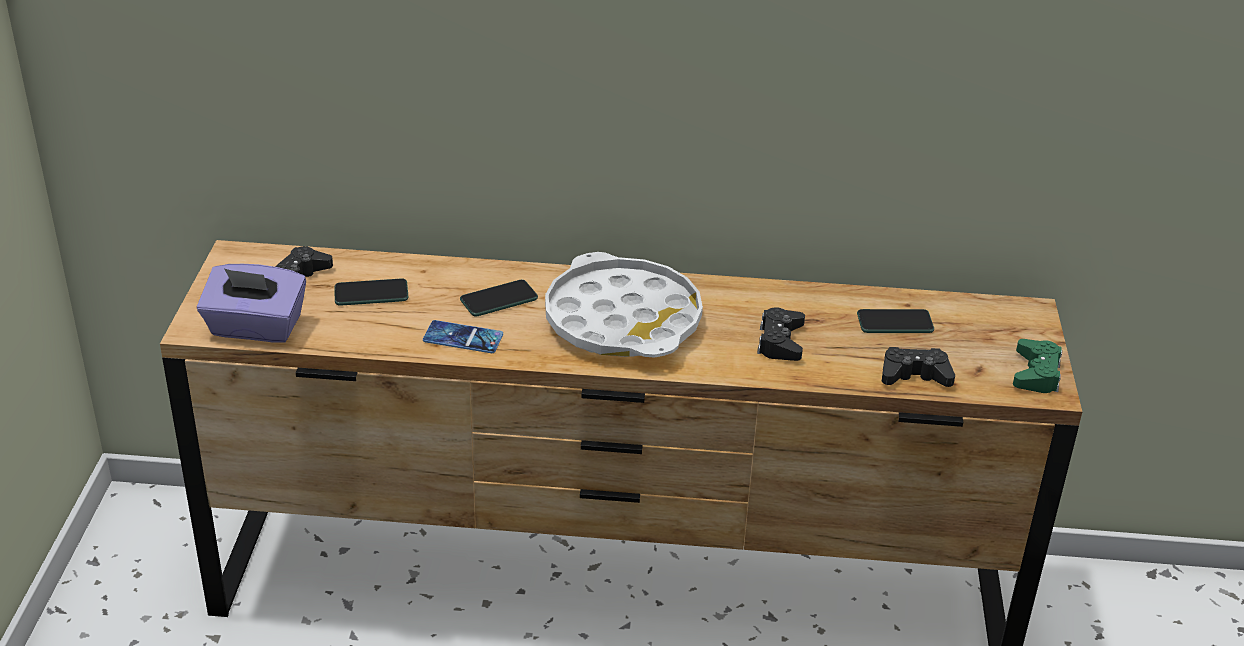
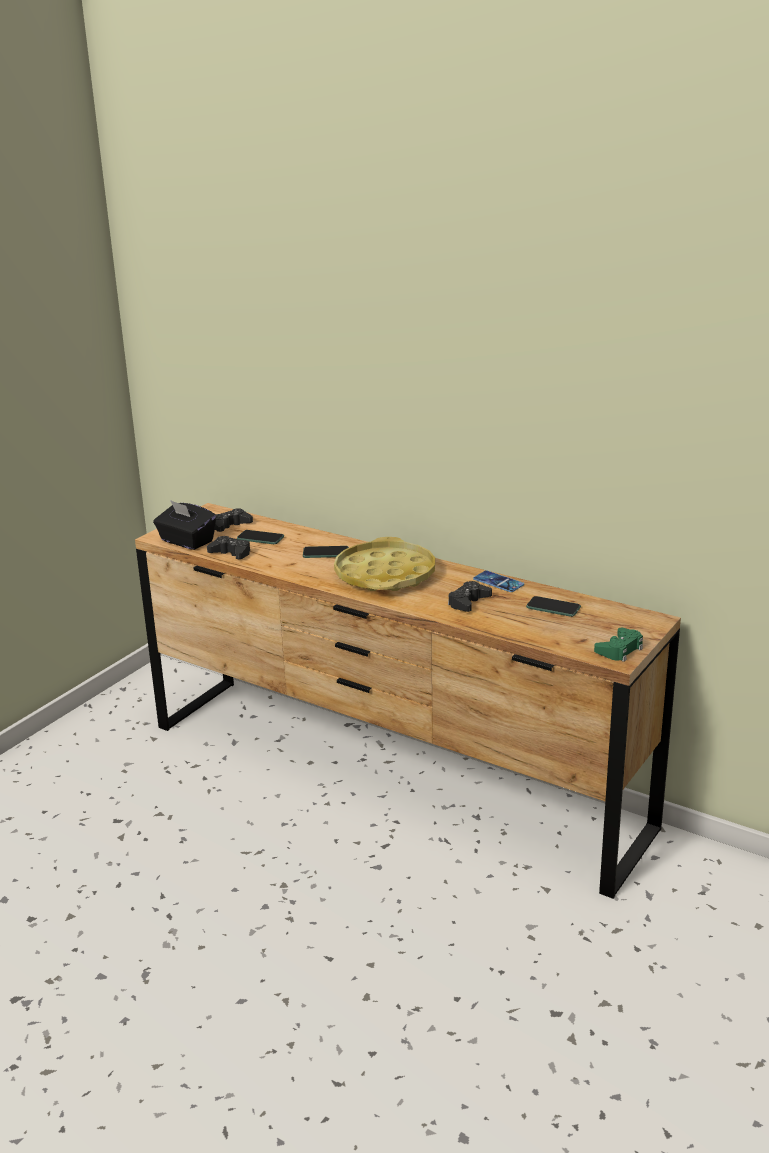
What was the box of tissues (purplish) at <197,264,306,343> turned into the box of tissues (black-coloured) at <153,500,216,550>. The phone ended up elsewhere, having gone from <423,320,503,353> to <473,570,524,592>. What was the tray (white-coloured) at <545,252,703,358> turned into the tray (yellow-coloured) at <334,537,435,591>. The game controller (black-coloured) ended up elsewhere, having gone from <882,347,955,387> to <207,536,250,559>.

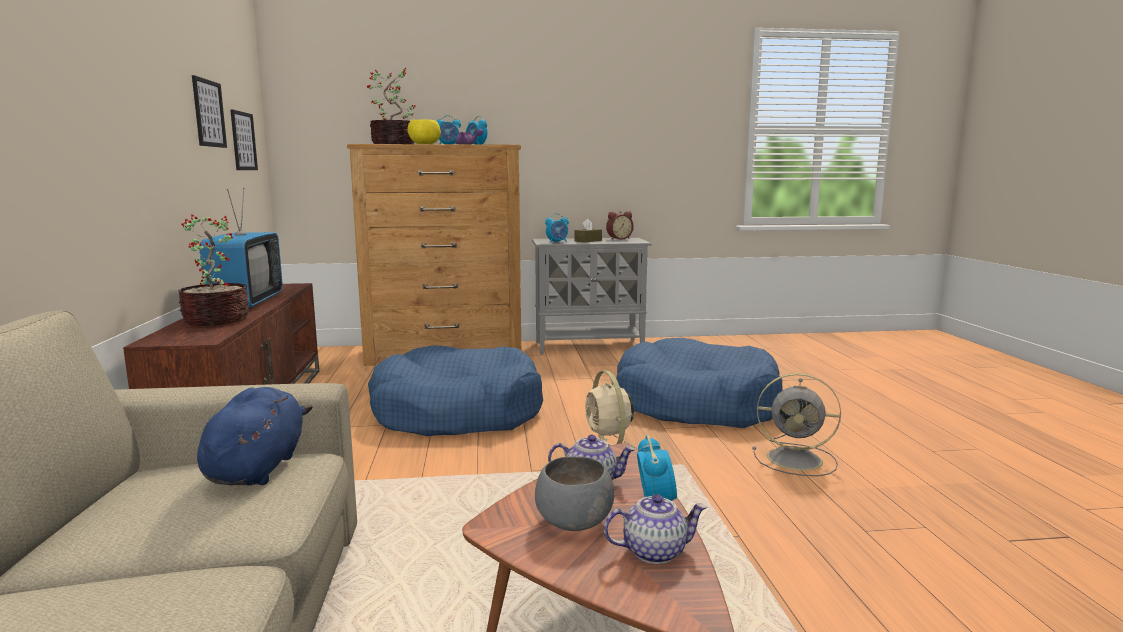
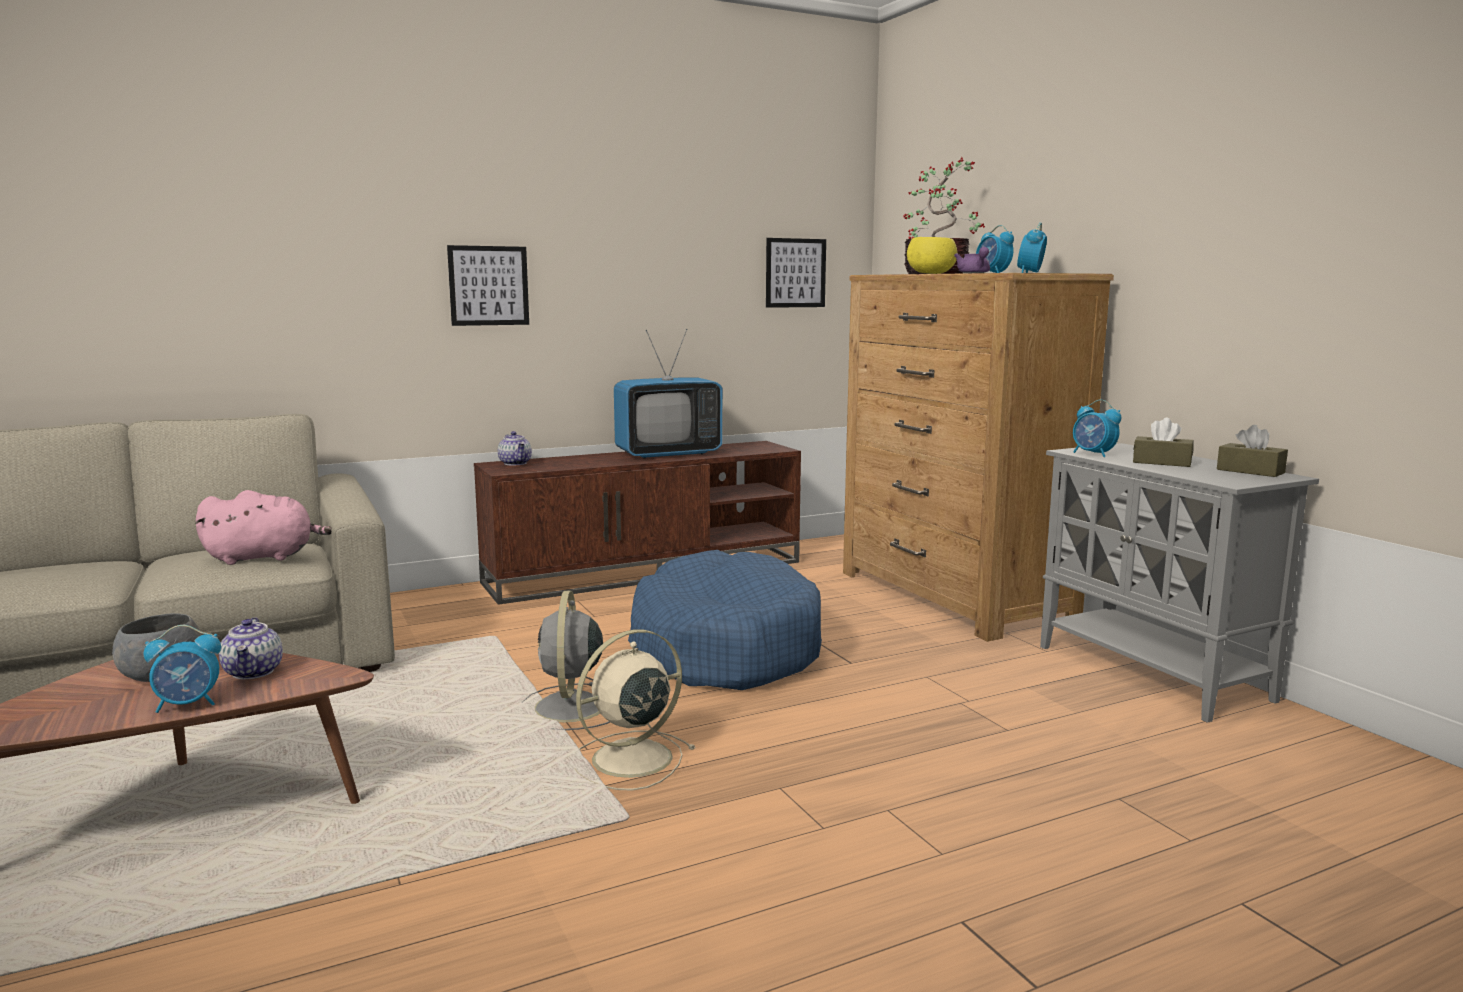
The second view lost the potted plant at <178,214,249,326>. The wall picture ended up elsewhere, having gone from <192,75,227,148> to <447,245,529,326>. What was the cuddly toy (blue-coloured) at <197,387,312,486> turned into the cuddly toy (pink) at <195,490,332,565>. The teapot ended up elsewhere, having gone from <604,494,707,564> to <498,431,532,466>. Where the alarm clock stood at <606,211,634,240>, the box of tissues (brownish) came to stand at <1217,425,1288,477>. The second view lost the dog bed (blue-coloured) at <616,338,783,428>. The cooling fan (greyish) ended up elsewhere, having gone from <753,373,841,476> to <521,591,610,730>.

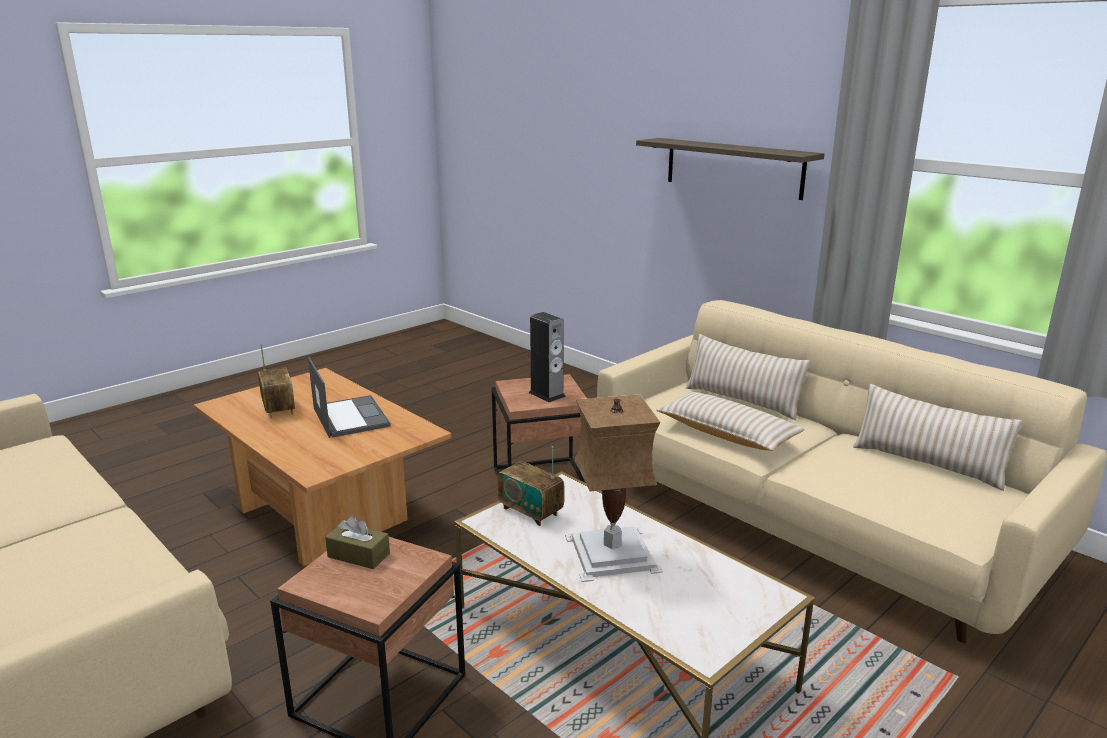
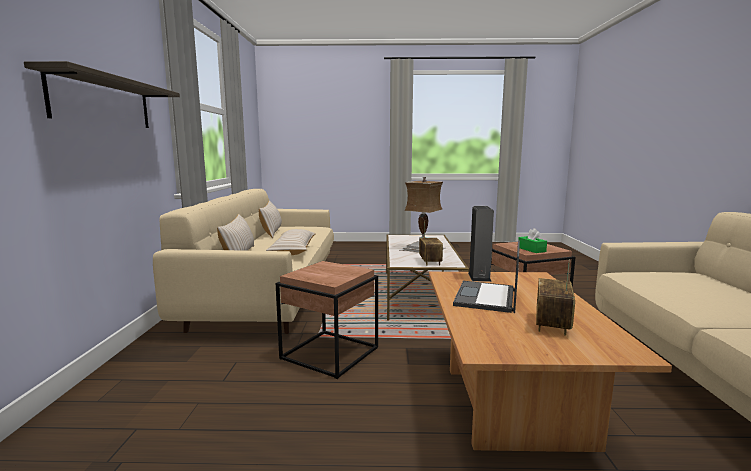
What was the box of tissues (brownish) at <325,516,390,569> turned into the box of tissues (green) at <518,228,547,253>. The audio speaker ended up elsewhere, having gone from <529,312,566,402> to <468,206,494,282>.

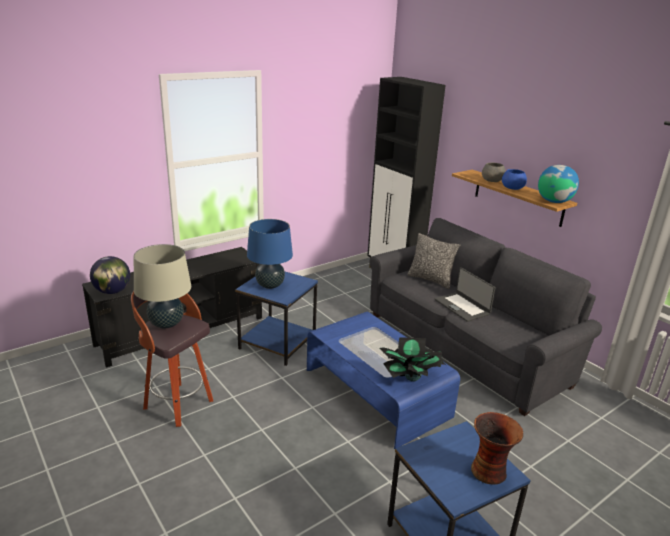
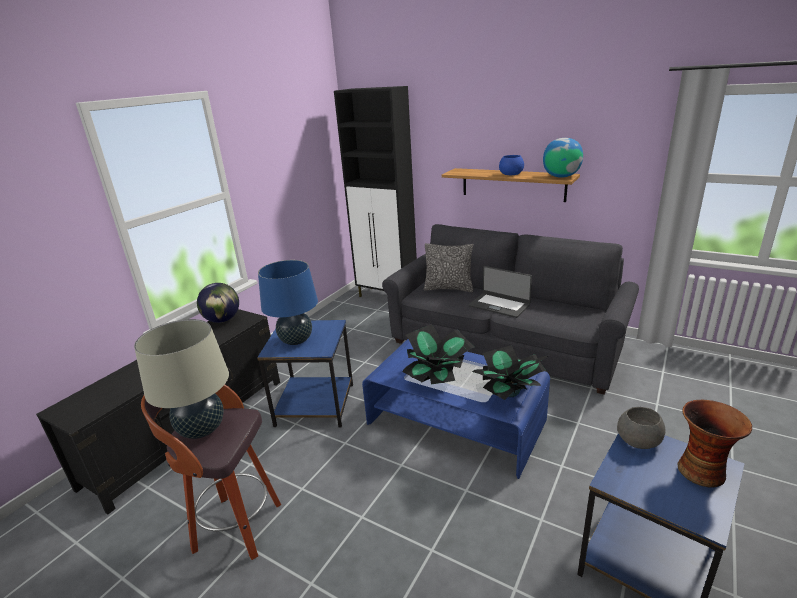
The globe ended up elsewhere, having gone from <90,256,130,294> to <197,283,239,323>. The deep dish (greyish) ended up elsewhere, having gone from <482,162,506,182> to <617,407,665,449>. The second view gained the potted plant at <402,324,474,385>.

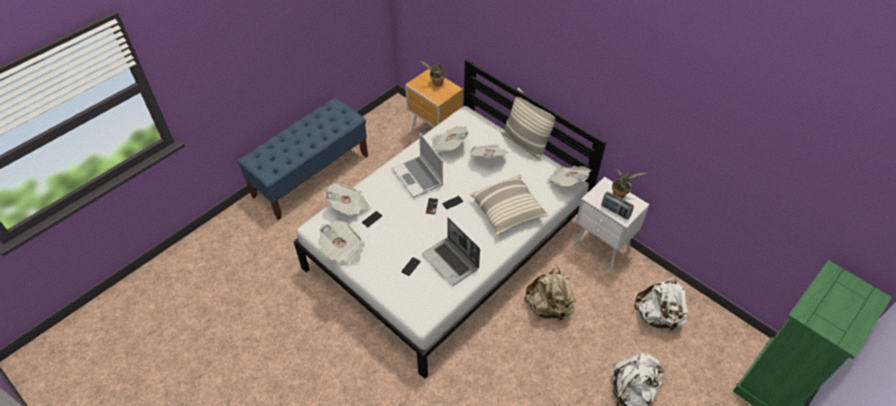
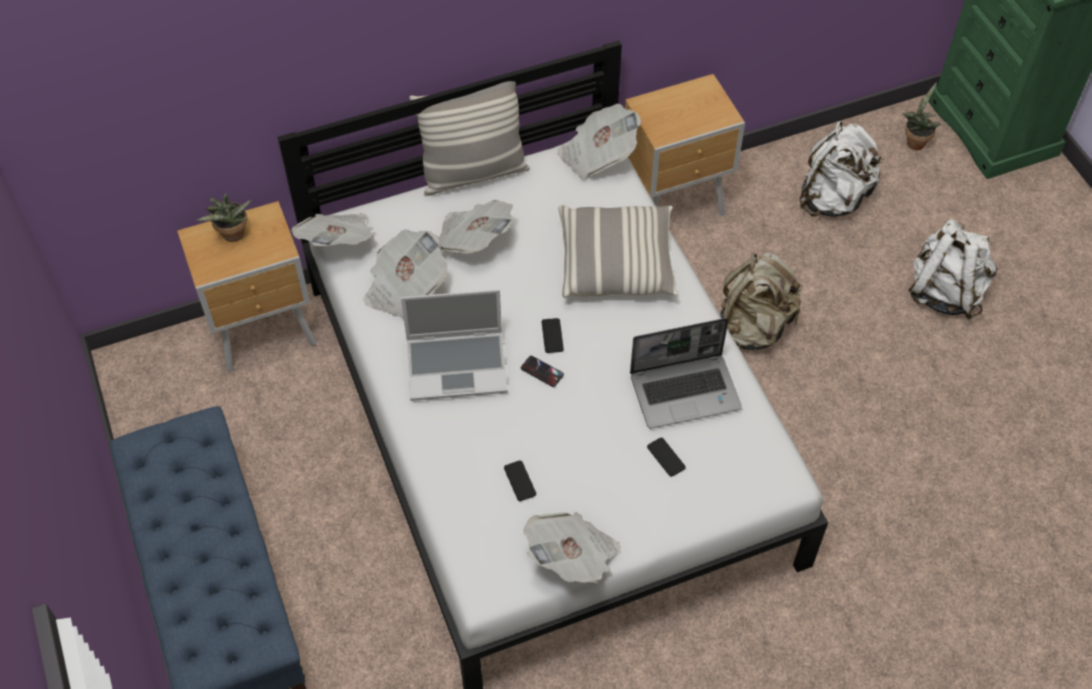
The newspaper ended up elsewhere, having gone from <324,183,371,216> to <292,213,374,246>. What was the bedside table (white-coloured) at <573,177,650,271> turned into the bedside table (brownish) at <625,74,745,216>. The second view lost the radio receiver at <601,192,634,220>. The potted plant ended up elsewhere, having gone from <612,168,646,199> to <902,82,941,150>.

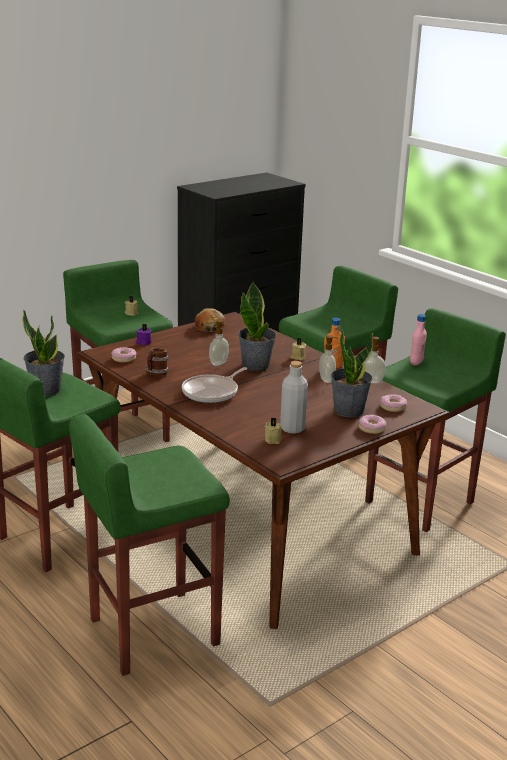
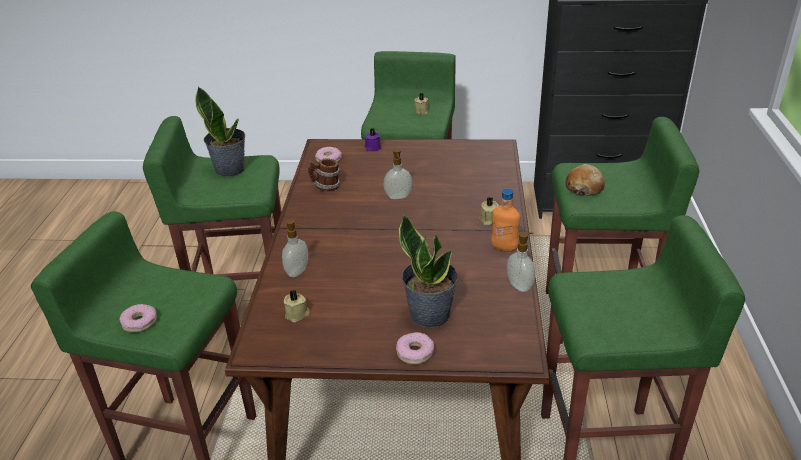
The second view lost the pan at <182,367,247,403>. The bread ended up elsewhere, having gone from <195,308,225,332> to <566,164,605,196>. The second view lost the potted plant at <238,282,276,371>. The second view lost the bottle (greyish) at <280,361,308,434>. The soap bottle ended up elsewhere, having gone from <319,335,337,383> to <282,219,308,277>. The ring doughnut ended up elsewhere, having gone from <380,394,407,412> to <119,304,157,333>. The second view lost the bottle (pink) at <410,314,427,365>.

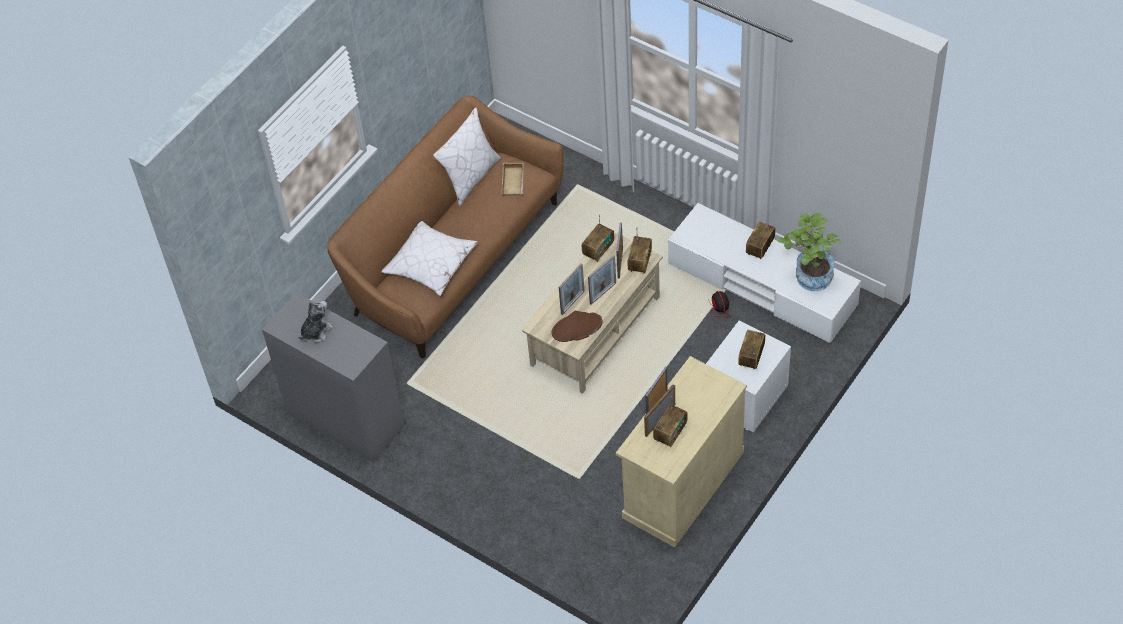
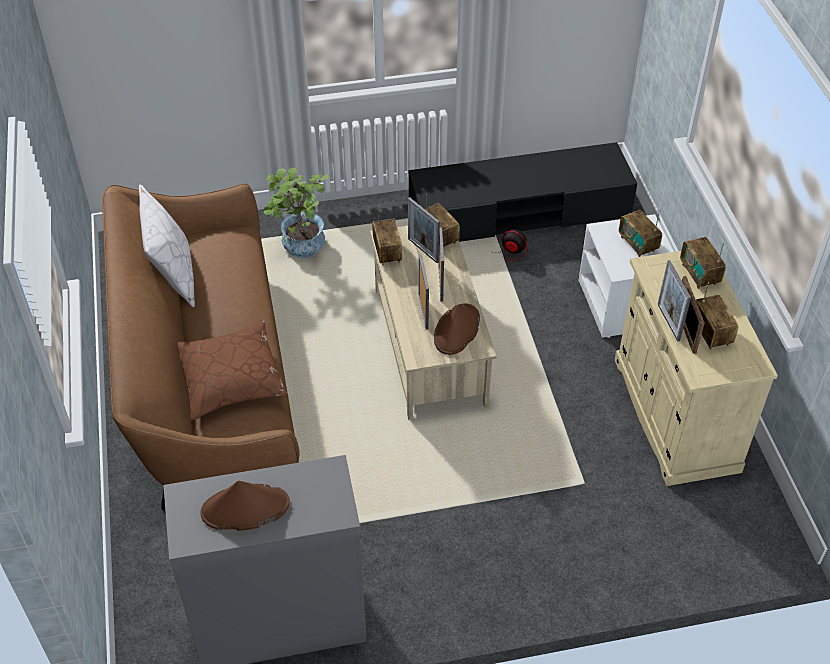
Where the cuddly toy stood at <298,301,333,343>, the clothing hat (brownish) came to stand at <200,481,290,531>. What was the pillow (white-coloured) at <381,221,478,296> turned into the pillow (brownish) at <178,320,288,420>. The second view lost the tray (beige-coloured) at <501,163,524,196>. What was the media console (white-coloured) at <668,203,861,343> turned into the media console (black-coloured) at <409,142,637,242>. The radio receiver ended up elsewhere, having gone from <746,221,775,260> to <680,237,726,289>. The potted plant ended up elsewhere, having gone from <777,213,841,291> to <264,168,329,258>.

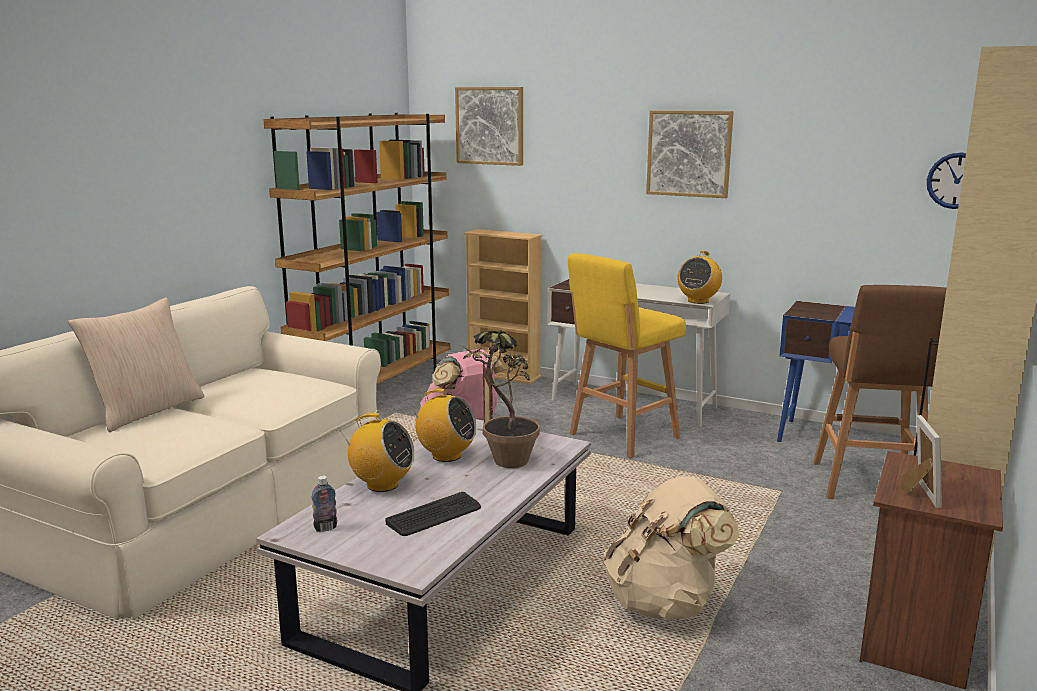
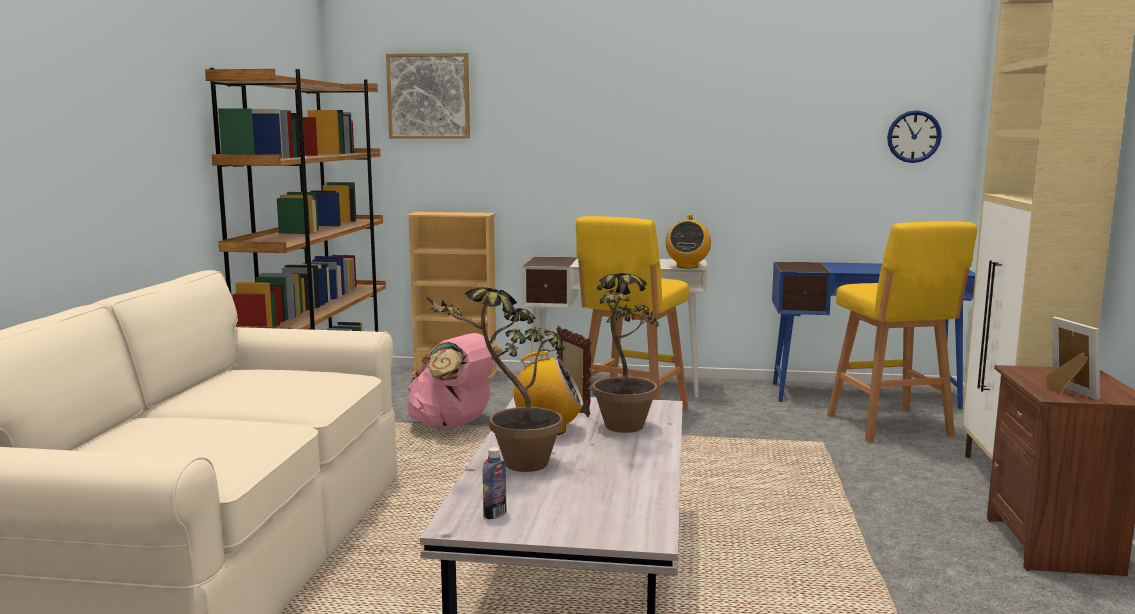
The second view lost the pillow (beige-coloured) at <68,297,204,432>. Where the radio receiver stood at <340,413,415,492>, the potted plant came to stand at <422,287,565,472>. The second view lost the computer keyboard at <385,492,481,536>. The second view lost the knapsack (beige-coloured) at <603,476,740,620>. The second view lost the wall picture at <646,111,734,198>. What was the stool (brownish) at <813,285,947,499> turned into the stool (yellow-coloured) at <827,221,977,443>.

